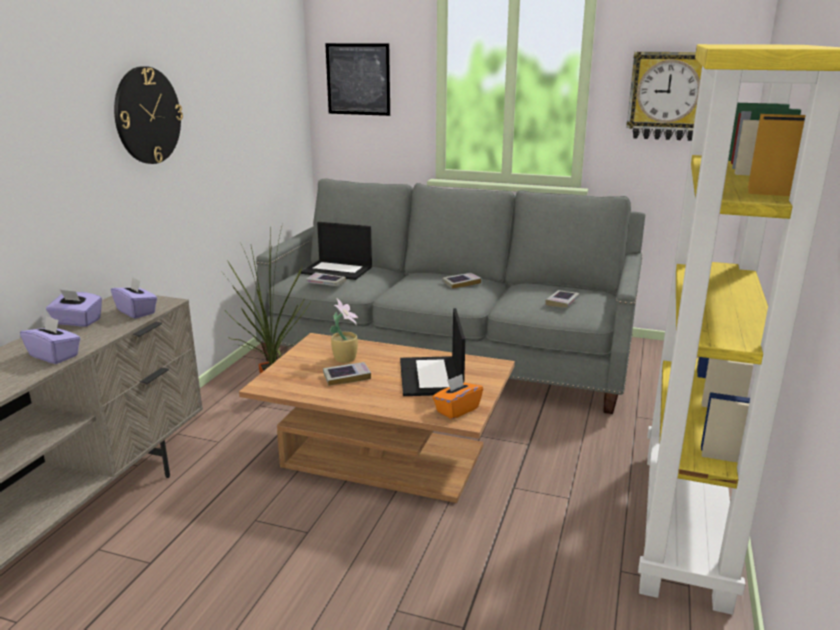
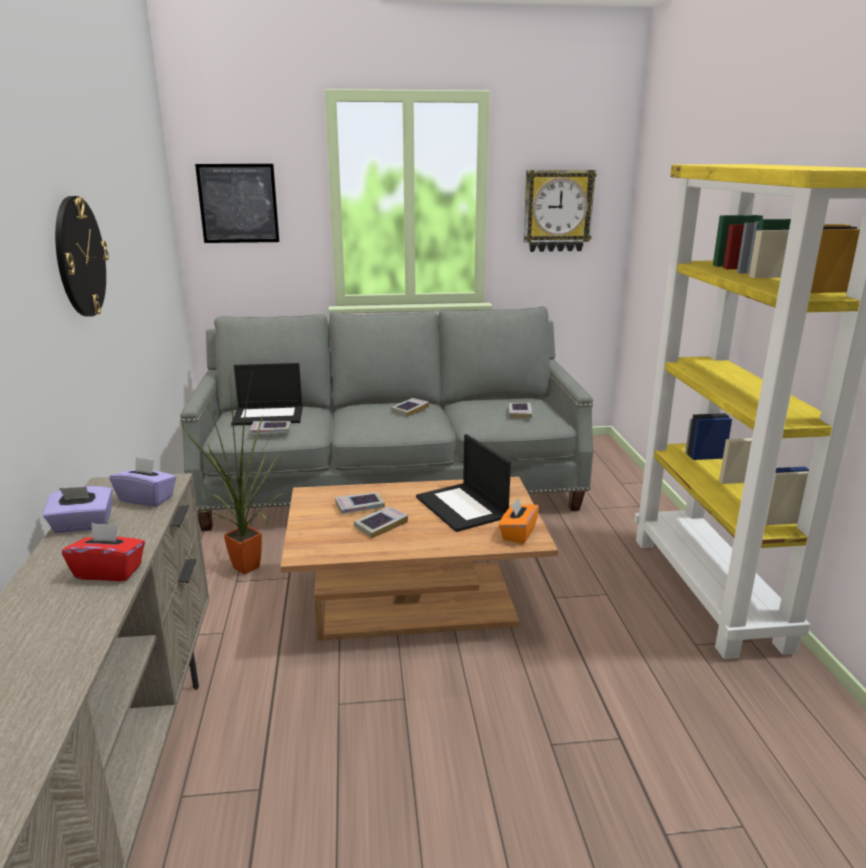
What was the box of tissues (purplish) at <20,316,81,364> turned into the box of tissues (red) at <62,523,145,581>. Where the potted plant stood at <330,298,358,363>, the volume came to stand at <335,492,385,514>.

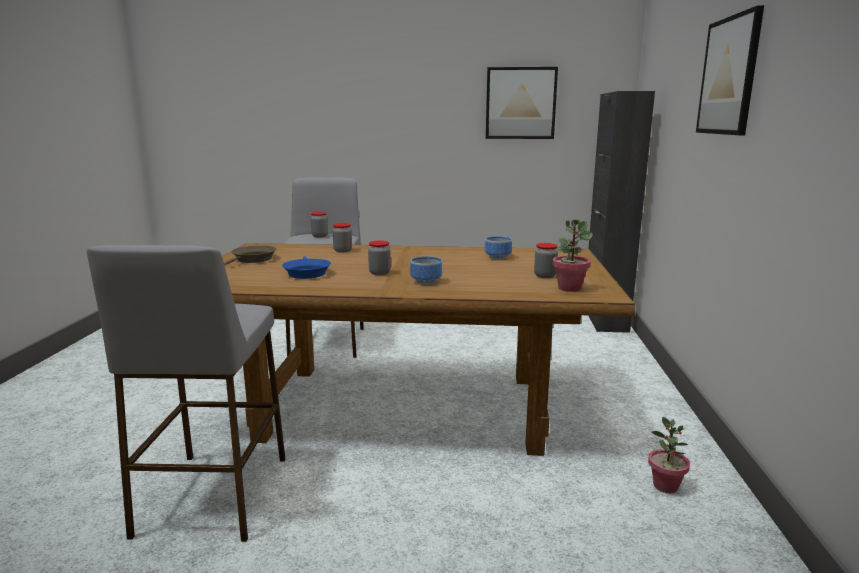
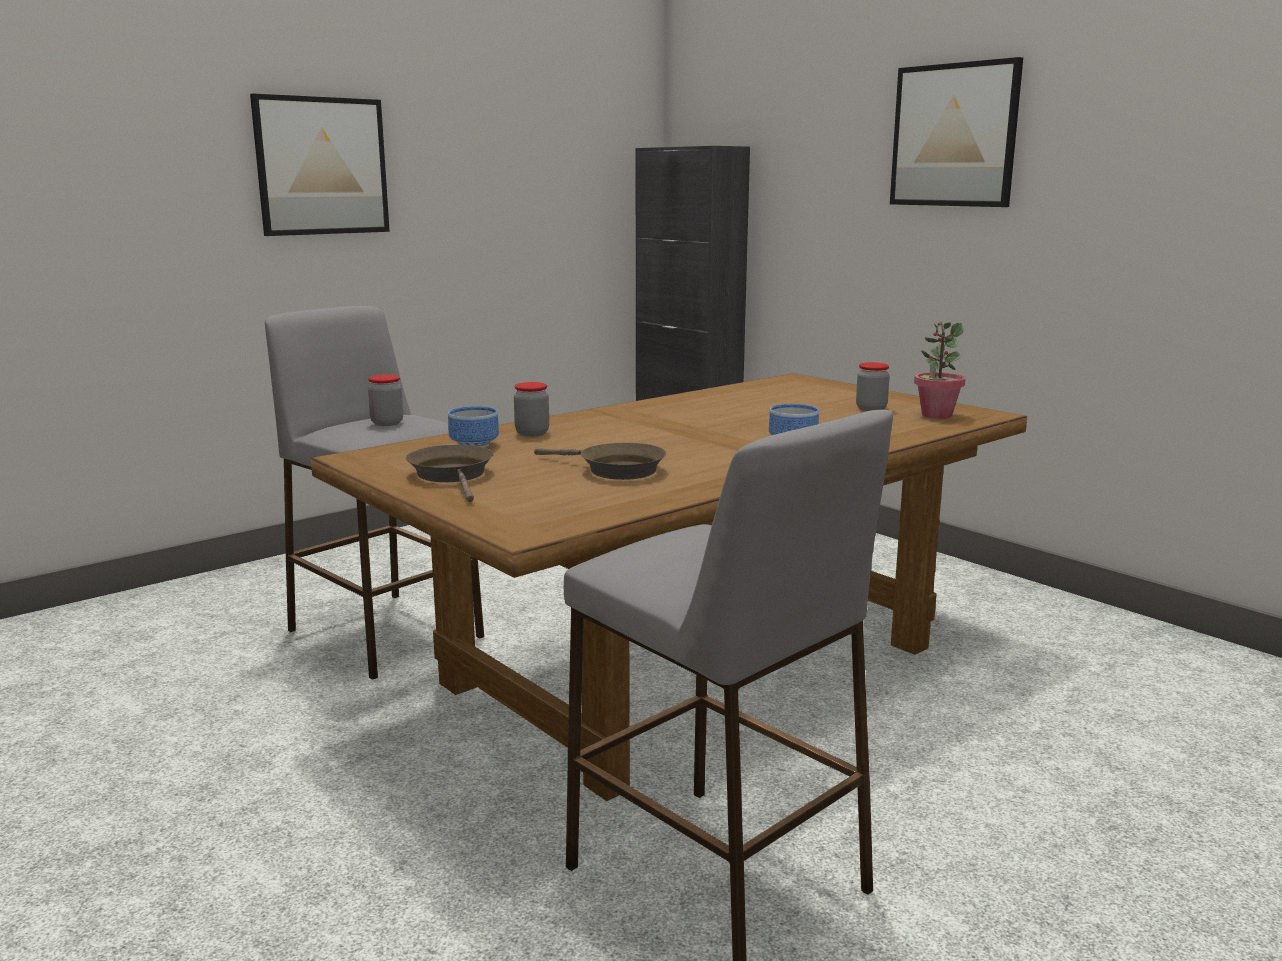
What was the pan (blue-coloured) at <282,256,331,279> turned into the pan (brownish) at <534,443,666,480>. The second view lost the storage jar at <368,241,391,275>. The deep dish ended up elsewhere, having gone from <485,236,512,259> to <448,406,499,448>. The wall picture ended up elsewhere, having gone from <486,67,558,139> to <250,94,390,236>. The second view lost the potted plant at <648,417,690,494>.

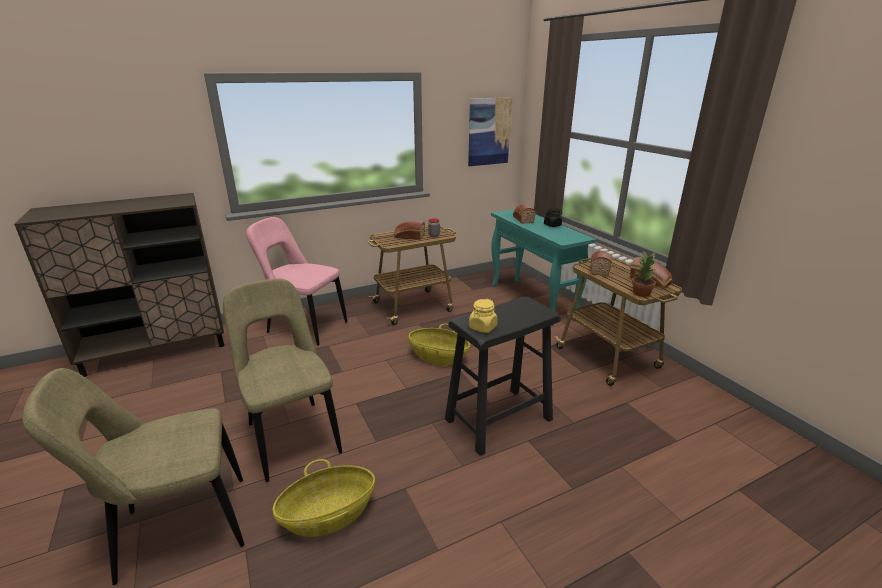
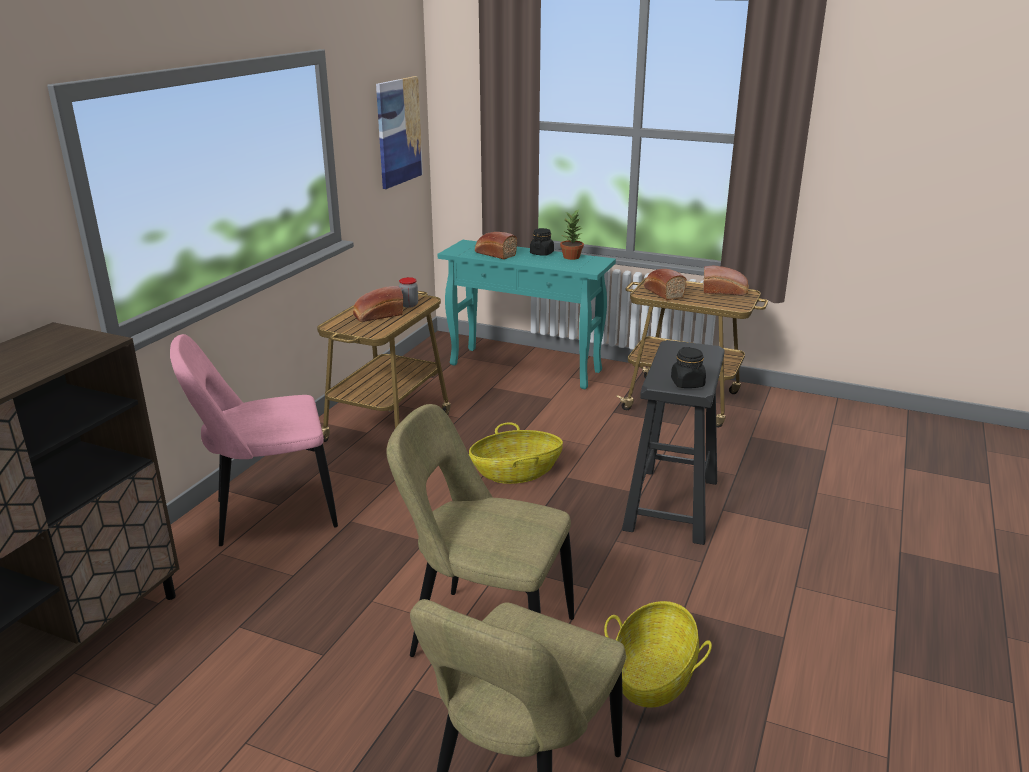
What was the storage jar (yellow-coloured) at <469,299,498,333> turned into the storage jar (black-coloured) at <671,347,706,388>. The potted plant ended up elsewhere, having gone from <632,250,658,297> to <560,210,584,260>.

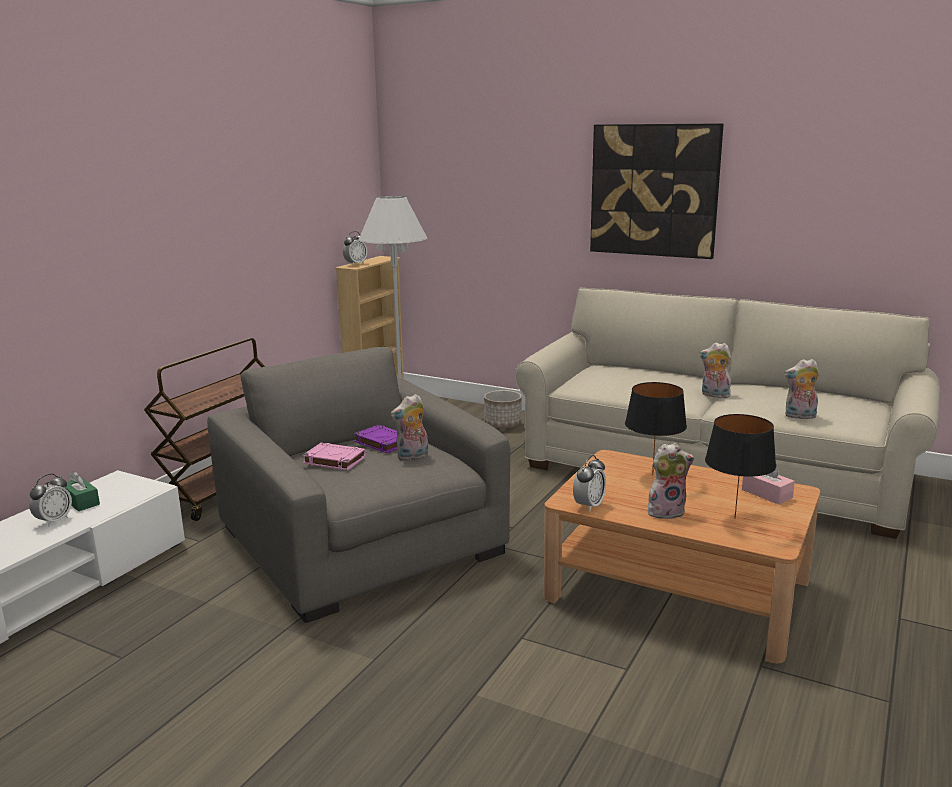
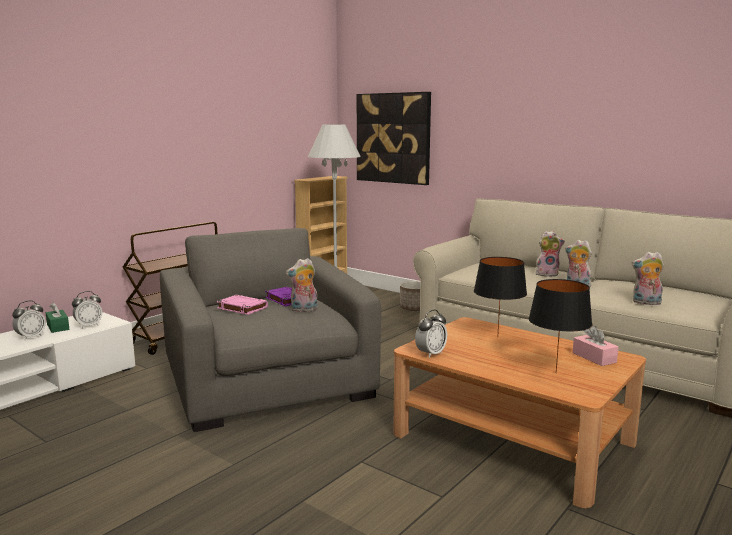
The alarm clock ended up elsewhere, having gone from <343,231,367,265> to <72,291,102,329>. The wall picture ended up elsewhere, having gone from <590,123,724,259> to <357,92,431,185>. The cuddly toy ended up elsewhere, having gone from <648,443,694,519> to <536,231,565,277>.

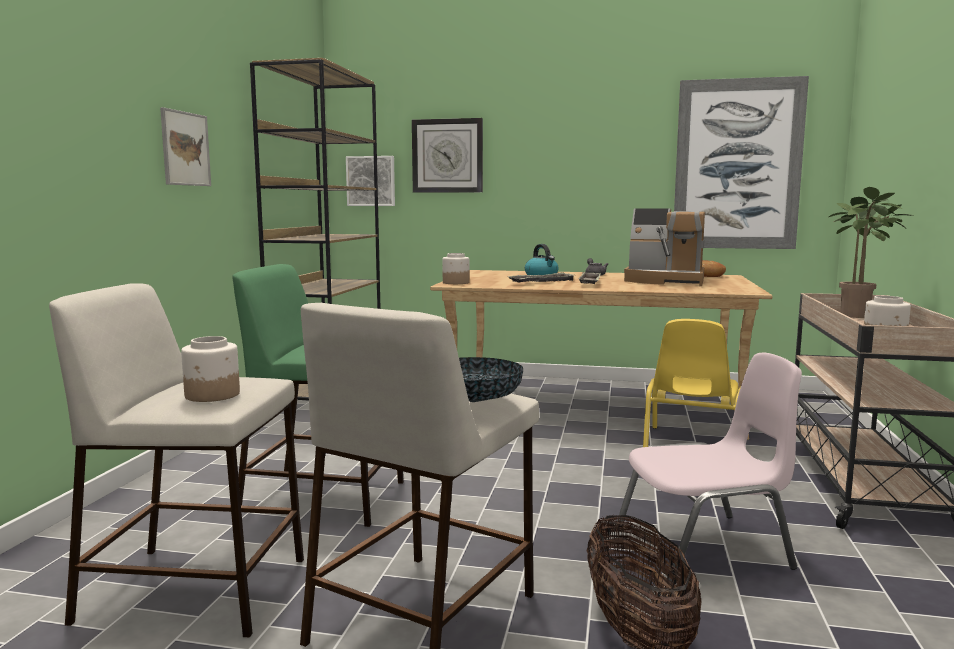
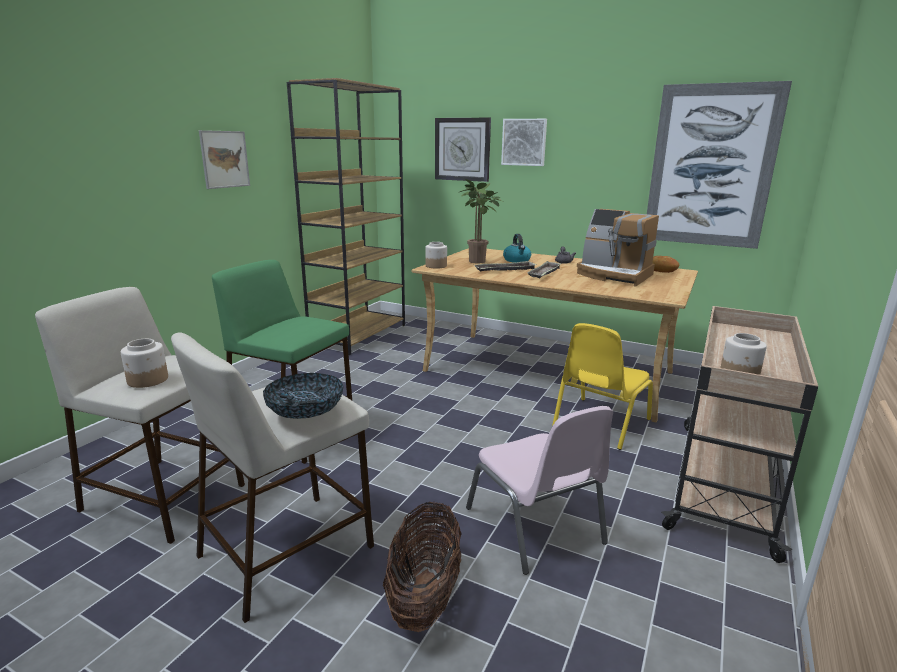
The wall picture ended up elsewhere, having gone from <346,156,395,206> to <501,119,547,166>. The plain chair (pink) at <617,352,802,582> ended up facing another way, 60 degrees clockwise from before. The potted plant ended up elsewhere, having gone from <829,187,913,318> to <458,179,502,263>.

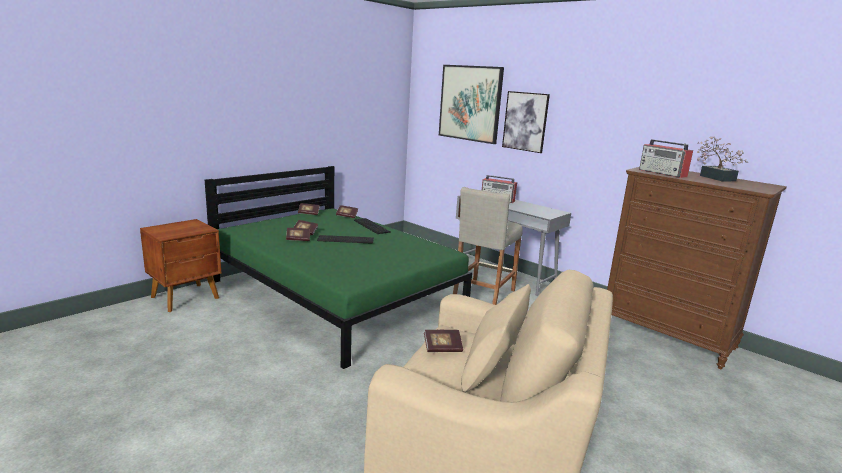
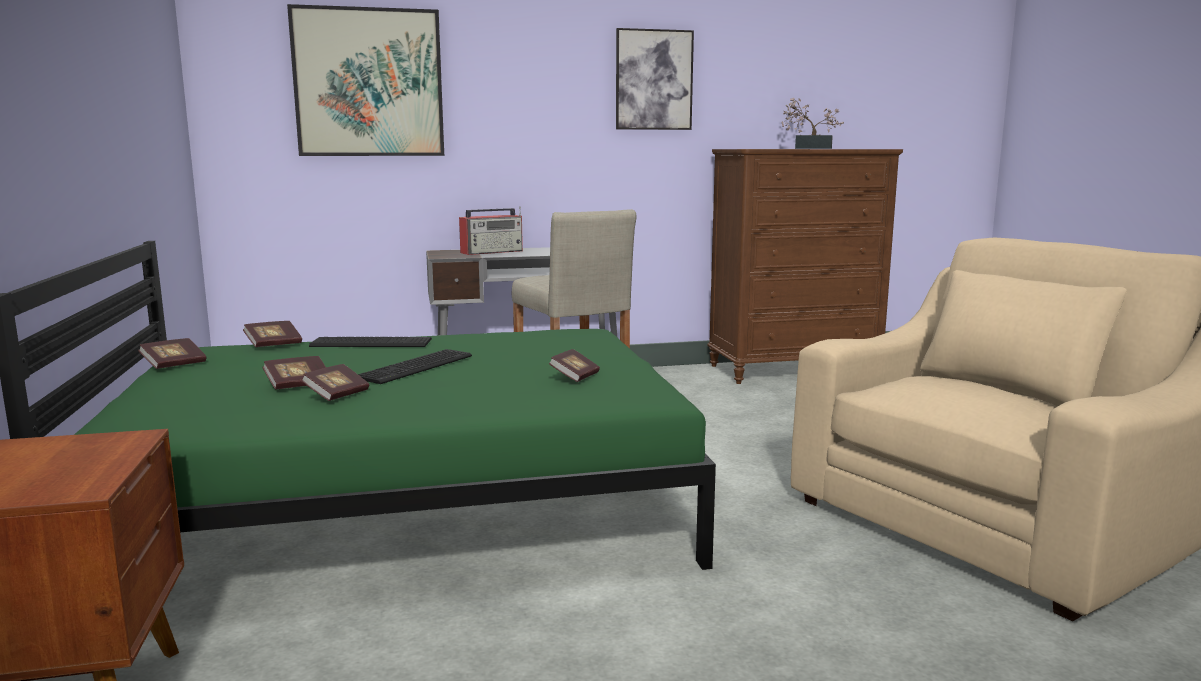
The volume ended up elsewhere, having gone from <424,330,463,352> to <549,349,600,382>. The wall picture ended up elsewhere, having gone from <502,91,550,153> to <616,28,694,130>. The second view lost the radio receiver at <639,139,693,178>.

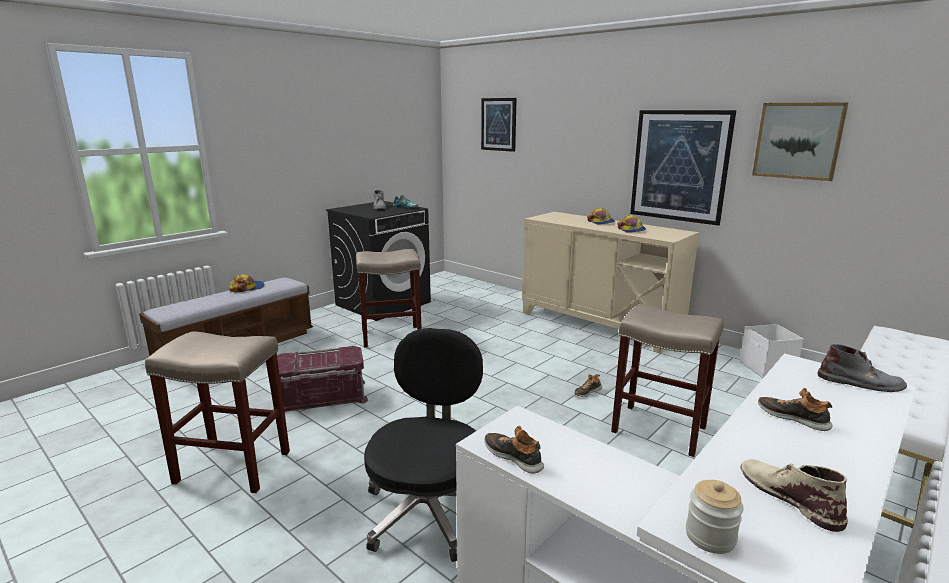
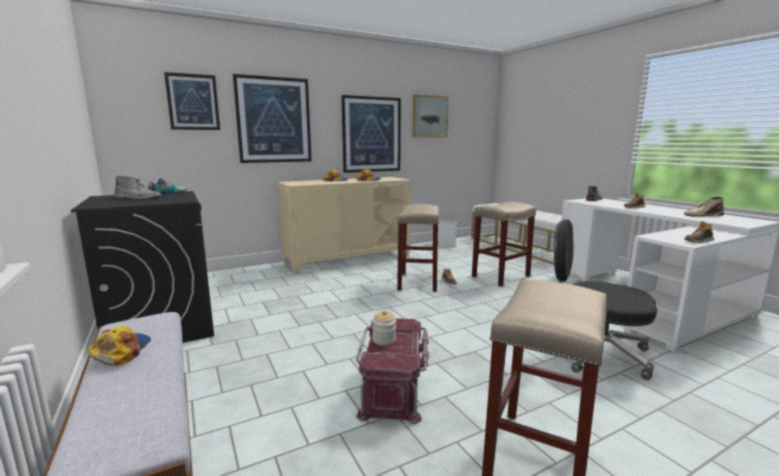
The stool (beige-coloured) ended up elsewhere, having gone from <356,249,422,347> to <397,204,439,292>. The storage jar ended up elsewhere, having gone from <686,480,744,554> to <372,310,396,346>. The second view gained the wall picture at <233,74,312,163>.

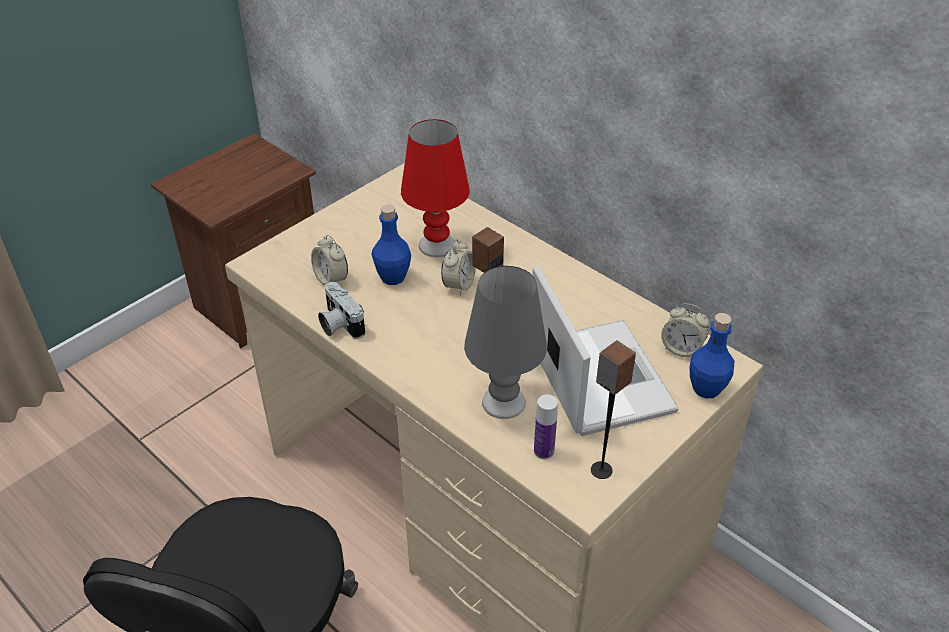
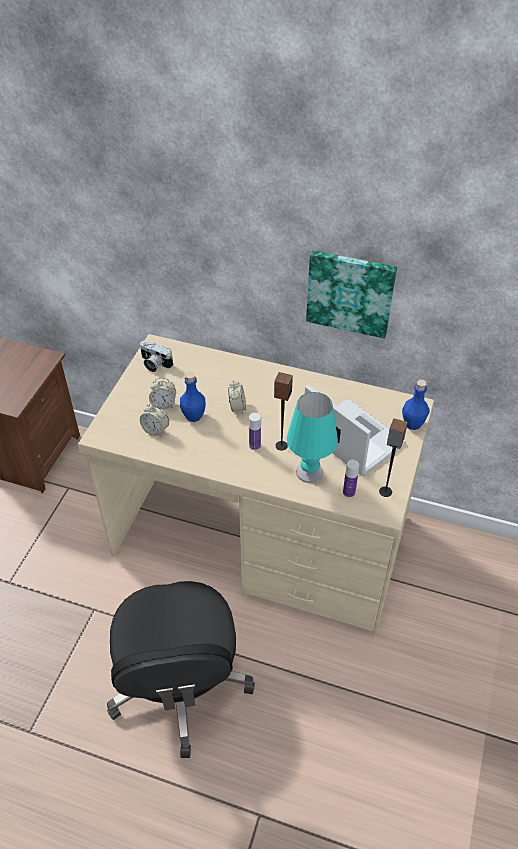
The still camera ended up elsewhere, having gone from <318,282,365,339> to <140,341,173,372>. The second view lost the table lamp (red) at <401,119,470,257>. What was the table lamp (greyish) at <464,266,547,419> turned into the table lamp (turquoise-coloured) at <286,392,338,483>. The alarm clock ended up elsewhere, having gone from <661,303,709,357> to <149,378,176,410>. The second view gained the bottle at <249,413,261,450>. The second view gained the wall picture at <306,250,397,339>.

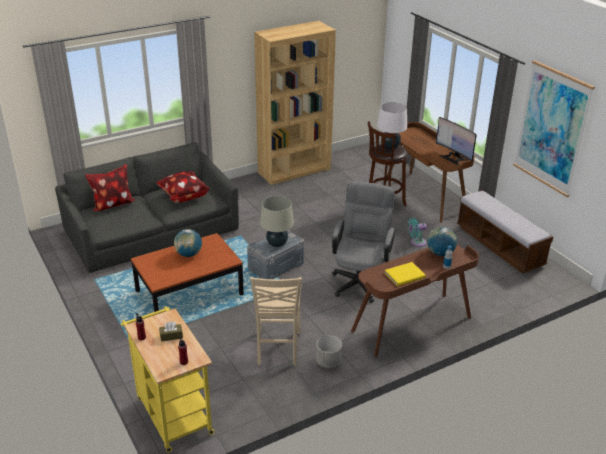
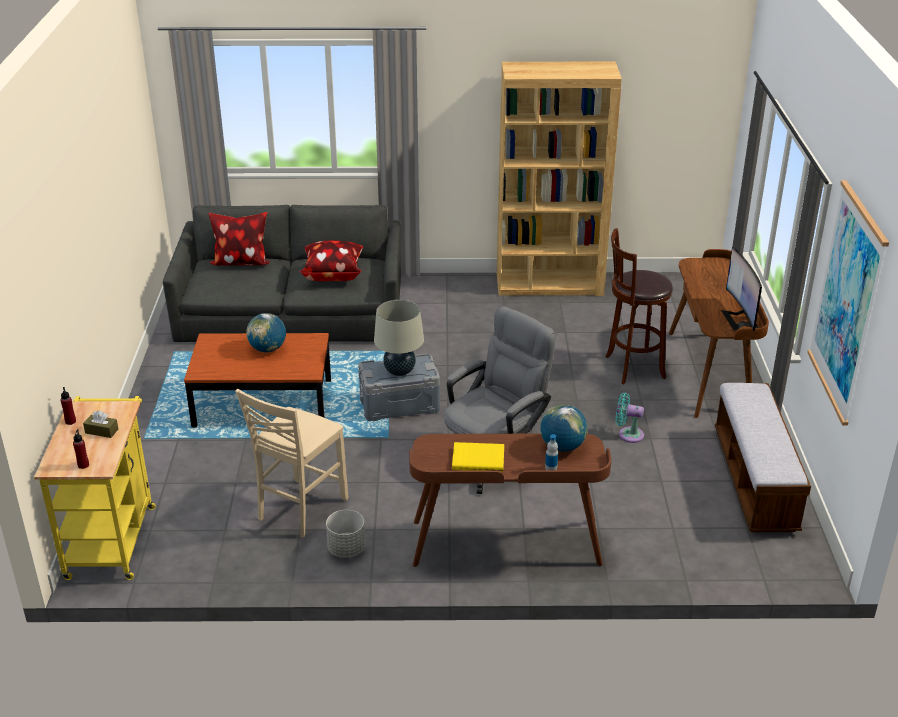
The second view lost the table lamp (white-coloured) at <377,102,407,149>.

